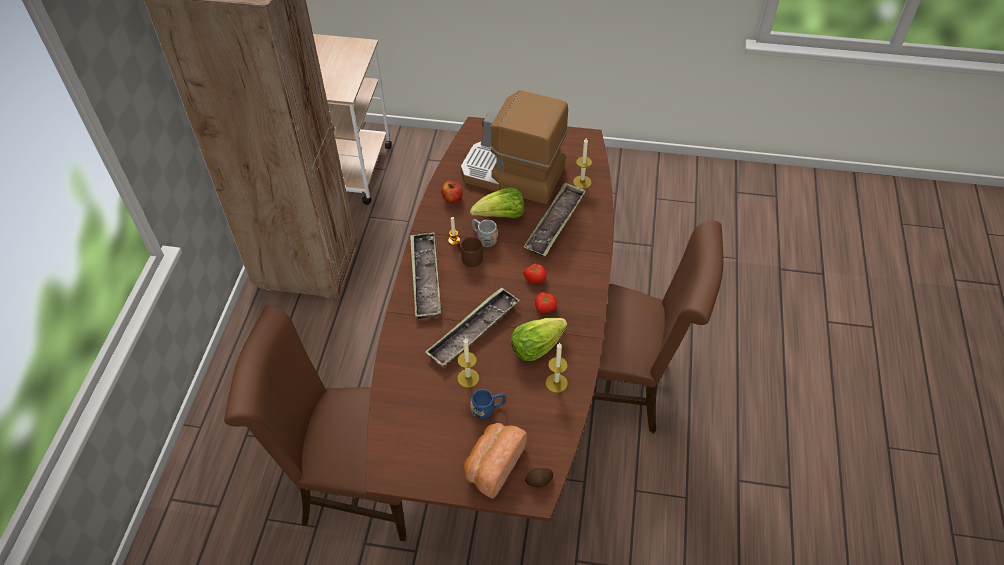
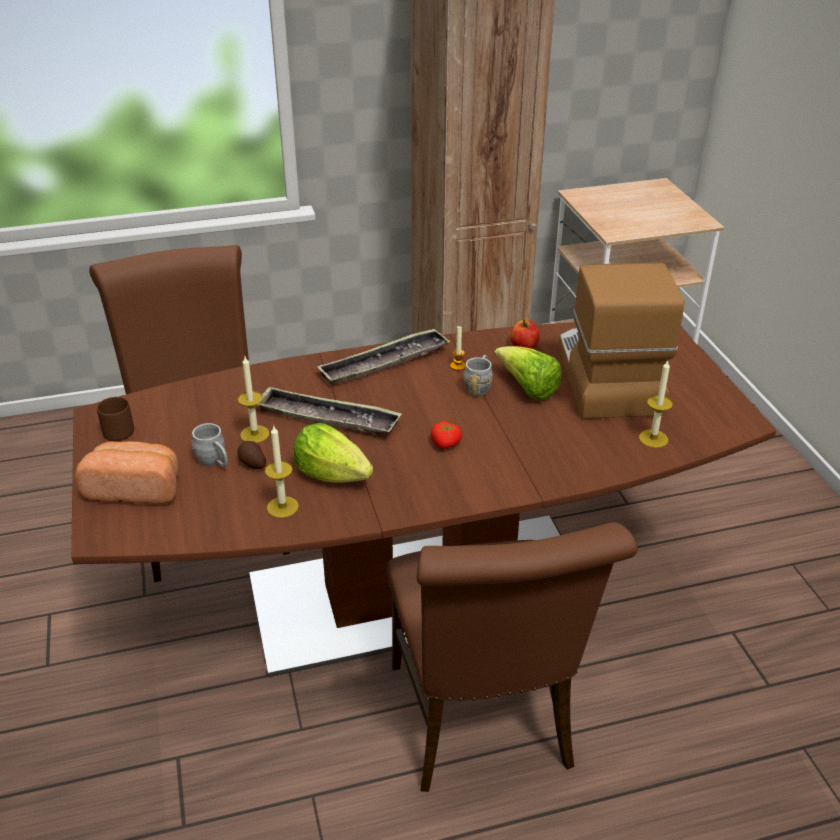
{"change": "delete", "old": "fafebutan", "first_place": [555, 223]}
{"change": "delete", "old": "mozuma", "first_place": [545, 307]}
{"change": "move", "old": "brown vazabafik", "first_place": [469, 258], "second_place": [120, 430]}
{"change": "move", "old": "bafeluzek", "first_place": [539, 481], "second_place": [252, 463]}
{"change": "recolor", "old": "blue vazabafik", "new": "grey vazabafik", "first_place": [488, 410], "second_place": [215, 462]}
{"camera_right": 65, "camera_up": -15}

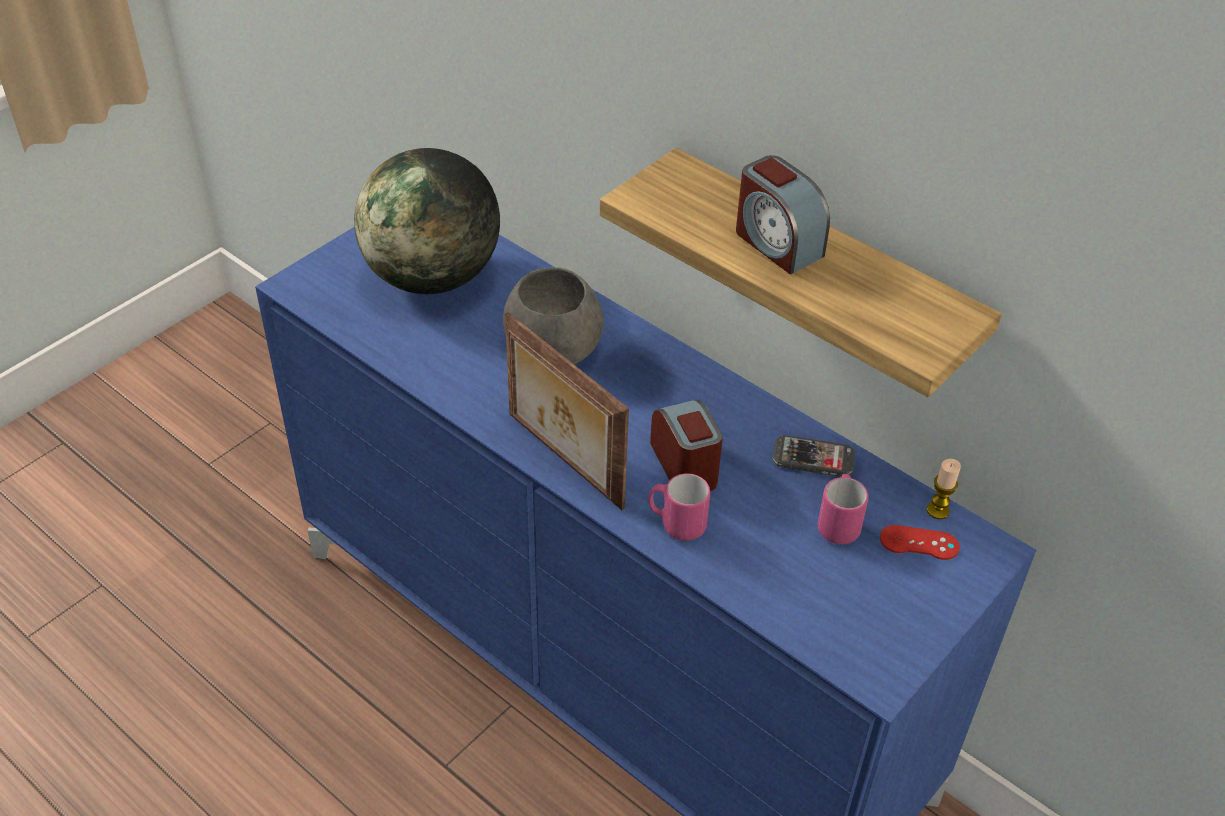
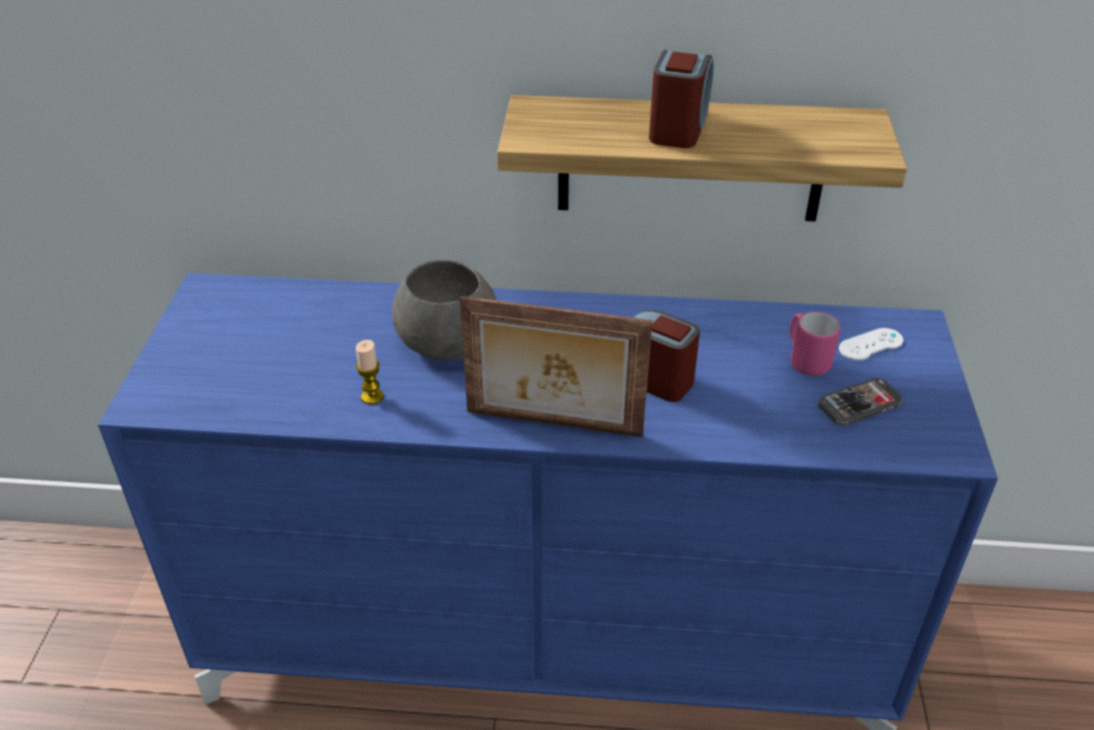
{"change": "delete", "old": "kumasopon", "first_place": [432, 277]}
{"change": "delete", "old": "pink vazabafik", "first_place": [676, 524]}
{"change": "move", "old": "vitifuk", "first_place": [813, 458], "second_place": [859, 404]}
{"change": "move", "old": "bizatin", "first_place": [938, 510], "second_place": [372, 396]}
{"change": "recolor", "old": "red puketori", "new": "white puketori", "first_place": [919, 543], "second_place": [870, 345]}
{"change": "rotate", "old": "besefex", "first_place": [777, 243], "second_place": [678, 127], "degrees": -90}
{"camera_right": -35, "camera_up": -5}

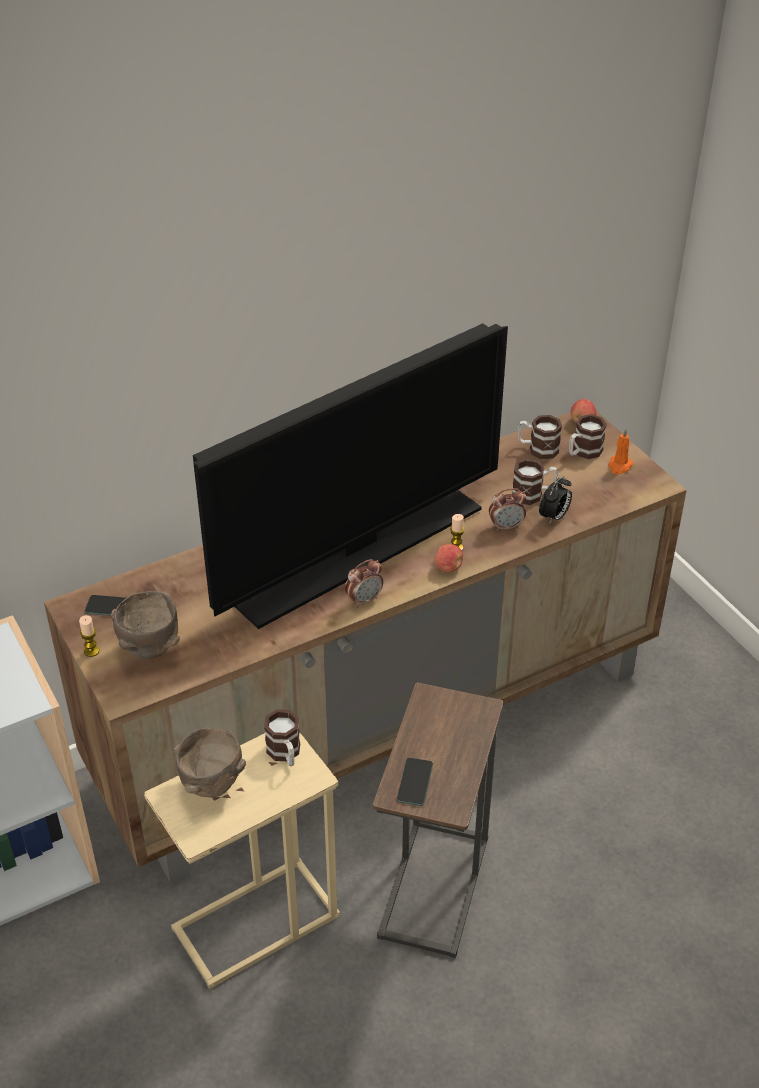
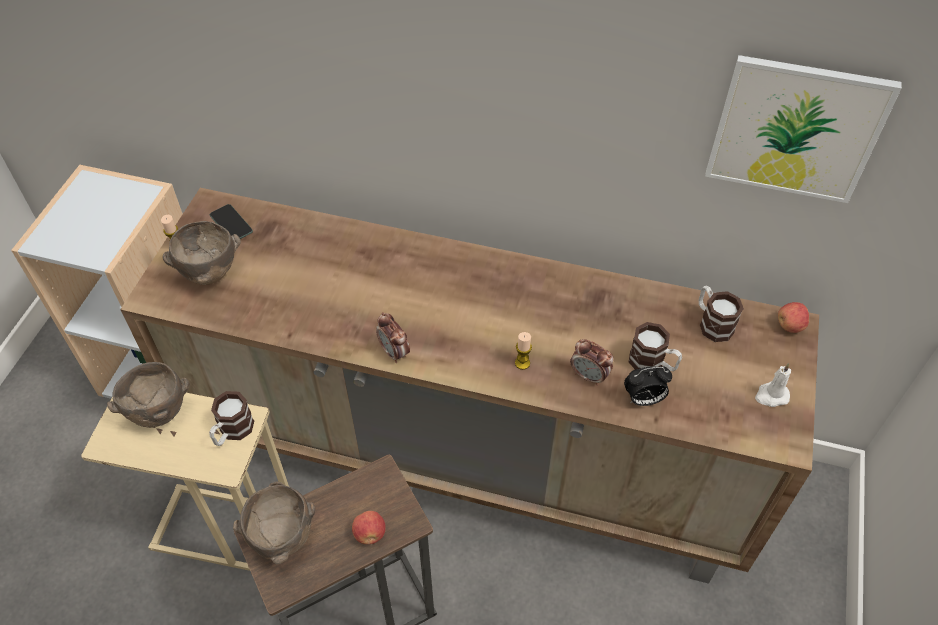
{"change": "delete", "old": "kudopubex", "first_place": [359, 553]}
{"change": "delete", "old": "vazabafik", "first_place": [583, 452]}
{"change": "insert", "new": "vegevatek", "second_place": [796, 129]}
{"change": "move", "old": "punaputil", "first_place": [448, 567], "second_place": [370, 534]}
{"change": "replace", "old": "vitifuk", "new": "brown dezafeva", "first_place": [415, 782], "second_place": [282, 539]}
{"change": "recolor", "old": "orange bizatin", "new": "white bizatin", "first_place": [619, 466], "second_place": [771, 396]}
{"change": "rotate", "old": "besefex", "first_place": [364, 600], "second_place": [394, 352], "degrees": 45}
{"camera_right": 45, "camera_up": 10}

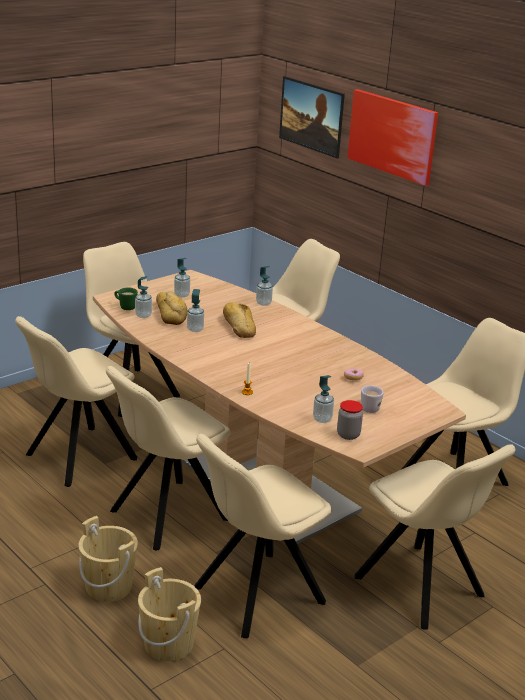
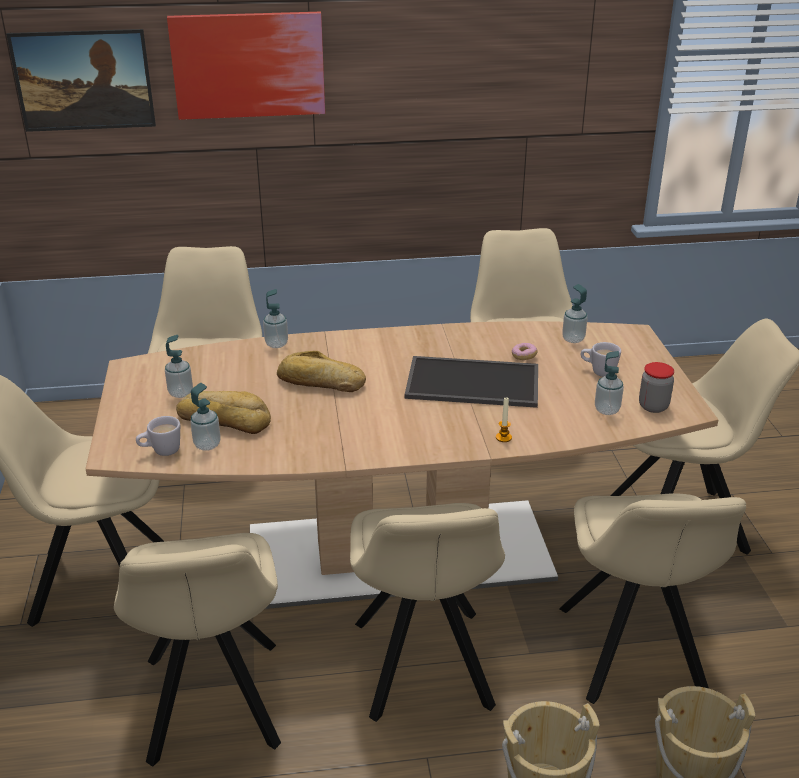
{"change": "insert", "new": "fafebutan", "second_place": [471, 383]}
{"change": "move", "old": "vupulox", "first_place": [195, 329], "second_place": [573, 339]}
{"change": "recolor", "old": "green vazabafik", "new": "white vazabafik", "first_place": [125, 307], "second_place": [161, 451]}
{"camera_right": -55, "camera_up": 5}

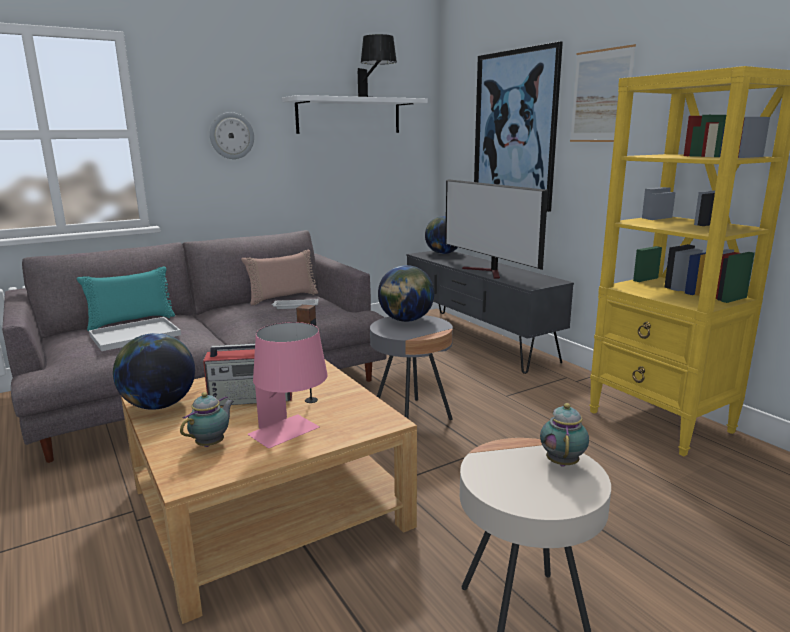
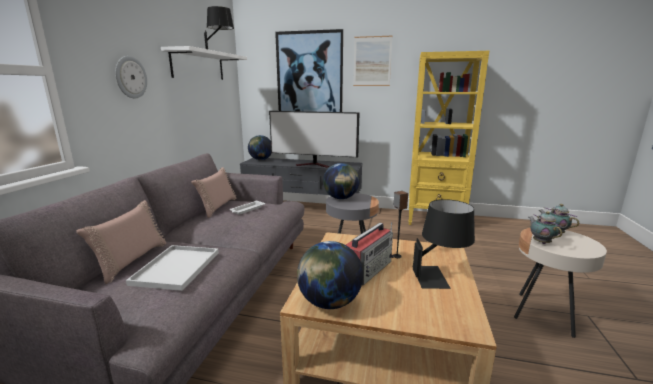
{"change": "move", "old": "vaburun", "first_place": [212, 444], "second_place": [540, 242]}
{"change": "recolor", "old": "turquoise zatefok", "new": "beige zatefok", "first_place": [131, 322], "second_place": [132, 261]}
{"change": "recolor", "old": "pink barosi", "new": "black barosi", "first_place": [292, 435], "second_place": [439, 276]}
{"camera_right": -45, "camera_up": 0}

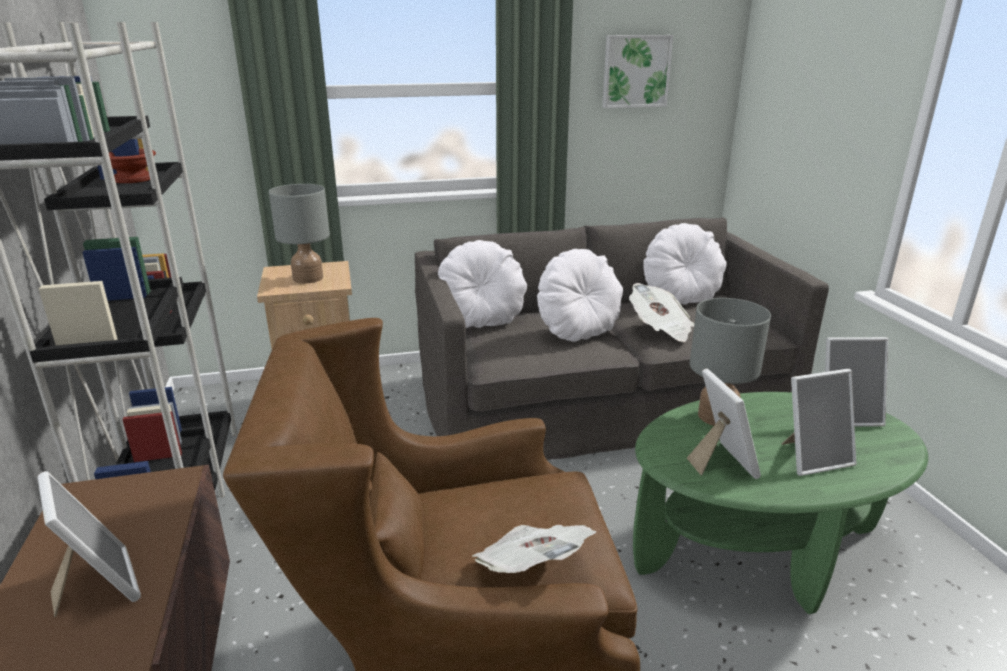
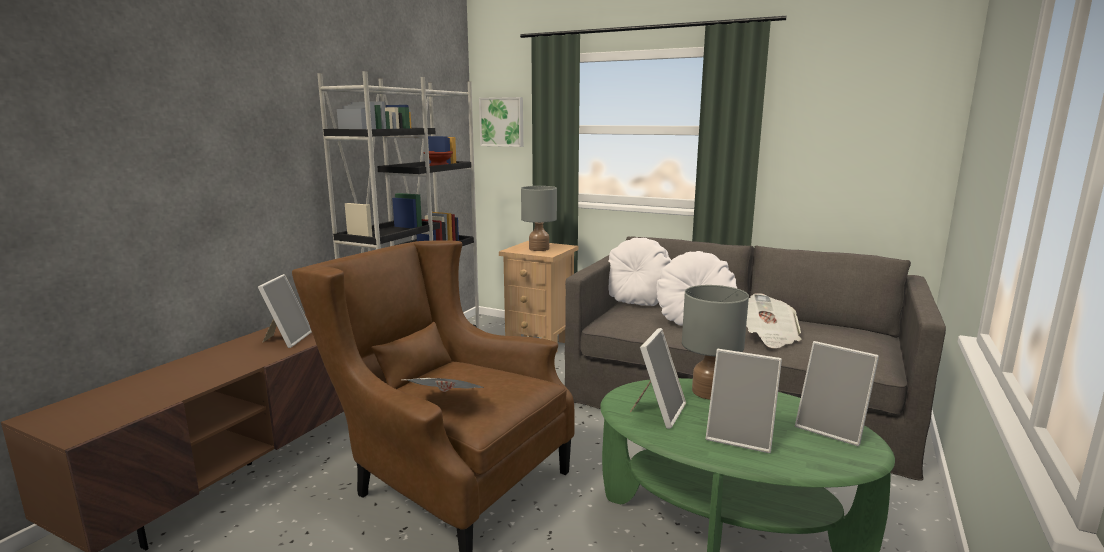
{"change": "delete", "old": "white zatefok", "first_place": [680, 300]}
{"change": "move", "old": "vegevatek", "first_place": [635, 71], "second_place": [502, 122]}
{"camera_right": 40, "camera_up": -10}

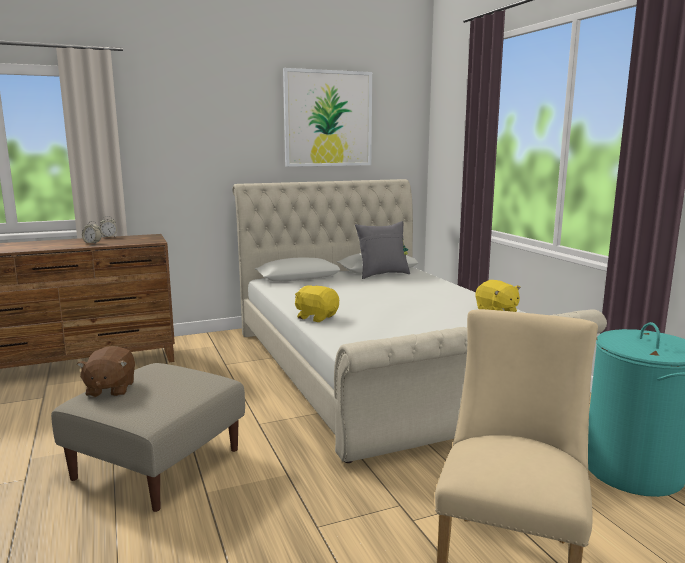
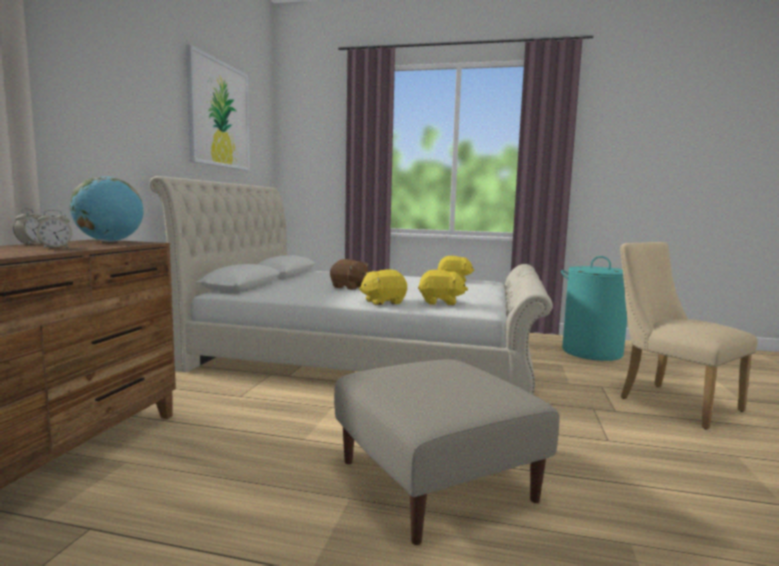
{"change": "delete", "old": "grey zatefok", "first_place": [382, 275]}
{"change": "insert", "new": "kumasopon", "second_place": [110, 241]}
{"change": "insert", "new": "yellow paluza", "second_place": [440, 302]}
{"change": "move", "old": "brown paluza", "first_place": [110, 389], "second_place": [349, 287]}
{"camera_right": -55, "camera_up": -5}

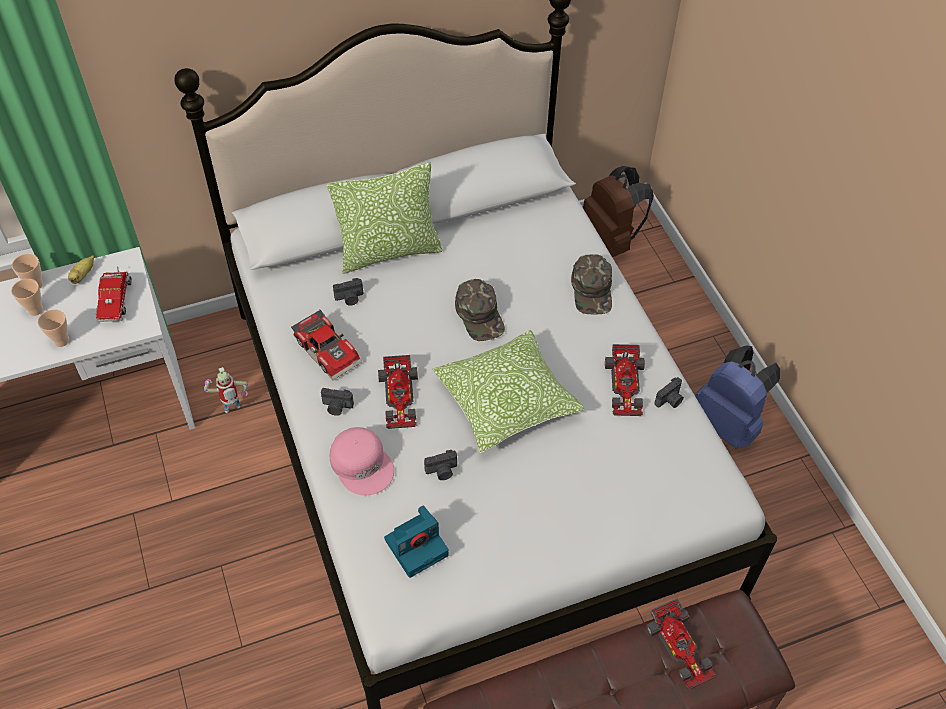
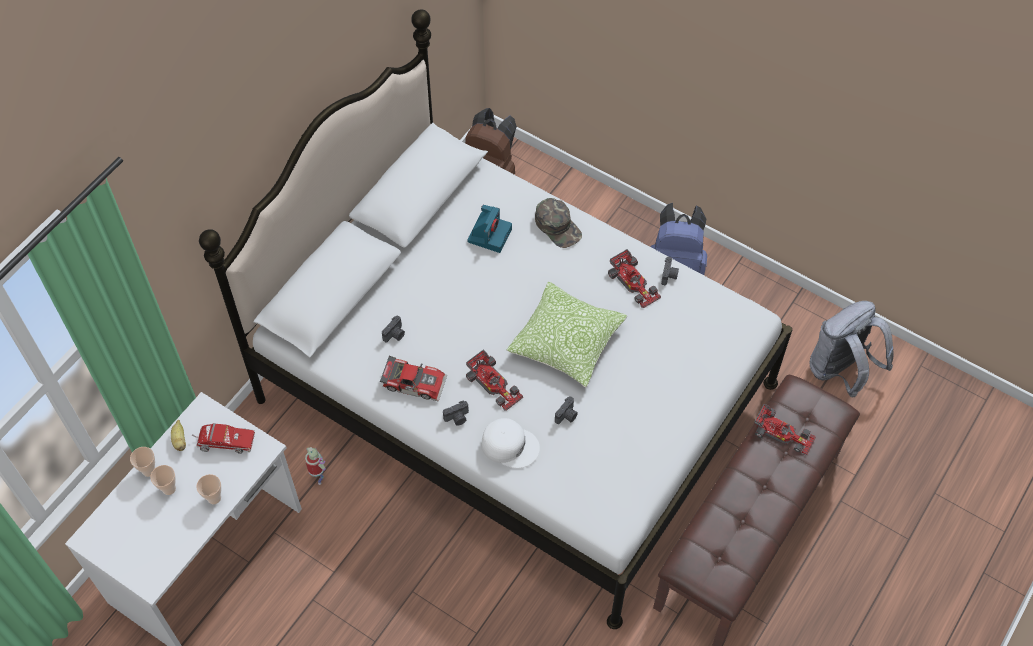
{"change": "delete", "old": "zatefok", "first_place": [389, 251]}
{"change": "delete", "old": "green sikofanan", "first_place": [480, 315]}
{"change": "insert", "new": "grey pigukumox", "second_place": [840, 371]}
{"change": "move", "old": "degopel", "first_place": [417, 546], "second_place": [489, 234]}
{"change": "recolor", "old": "pink sikofanan", "new": "white sikofanan", "first_place": [362, 464], "second_place": [510, 445]}
{"change": "rotate", "old": "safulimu", "first_place": [115, 299], "second_place": [224, 442], "degrees": -45}
{"change": "rotate", "old": "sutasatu", "first_place": [233, 411], "second_place": [319, 478], "degrees": -60}
{"camera_right": -35, "camera_up": 5}

